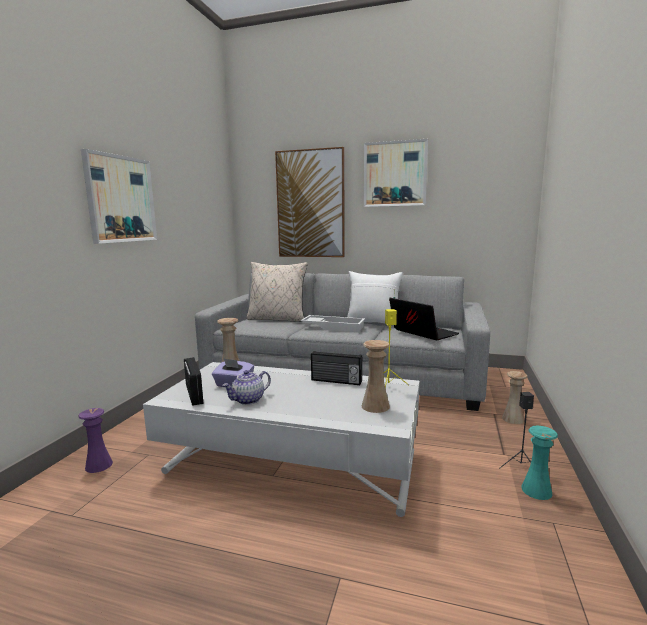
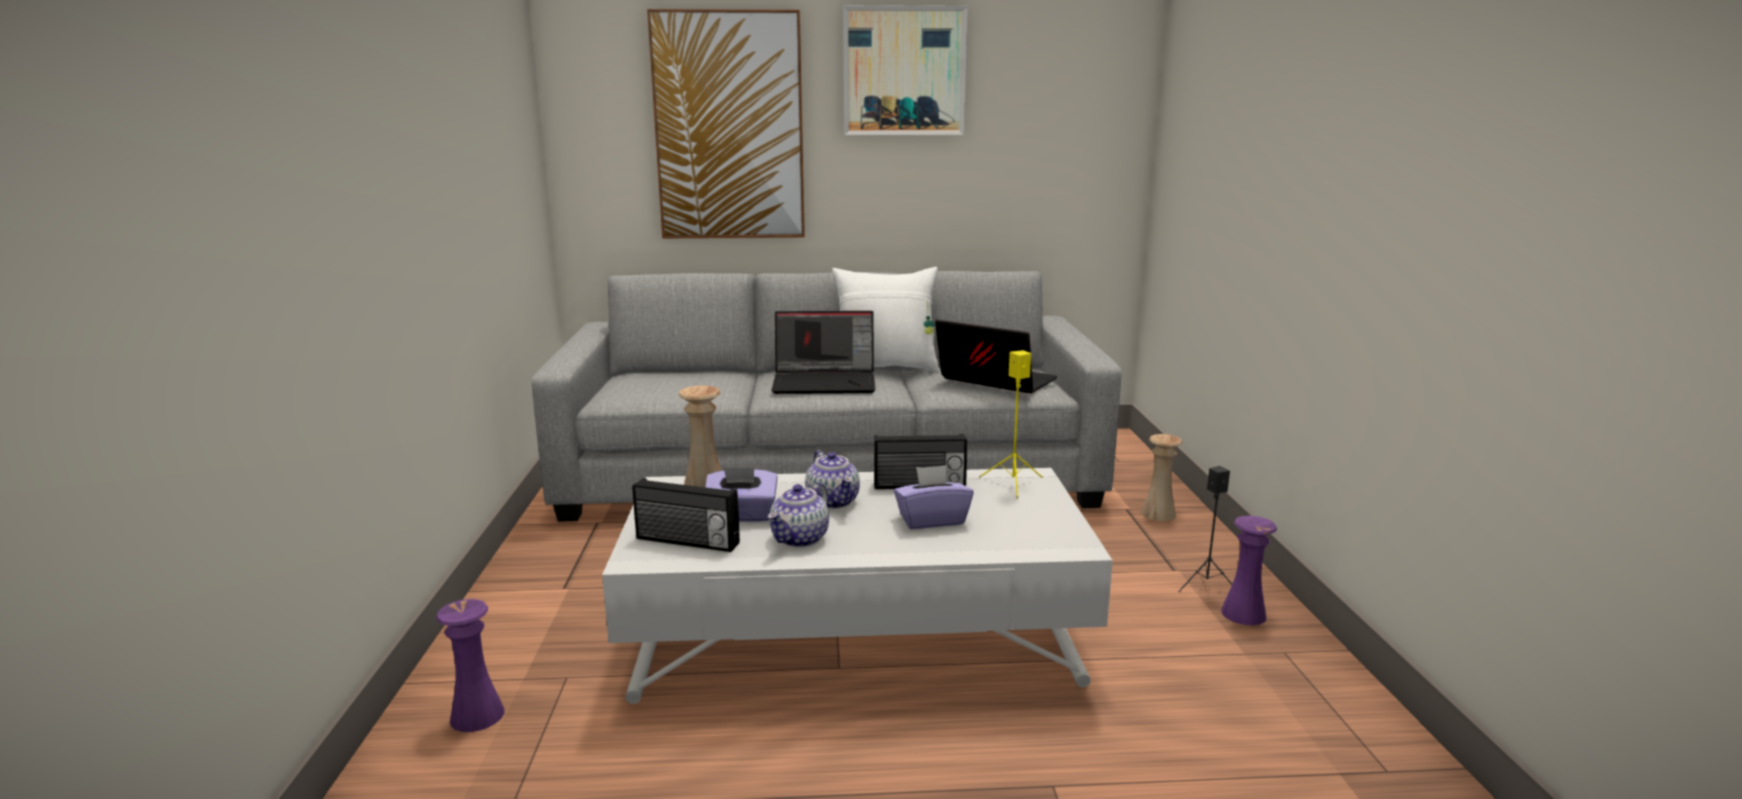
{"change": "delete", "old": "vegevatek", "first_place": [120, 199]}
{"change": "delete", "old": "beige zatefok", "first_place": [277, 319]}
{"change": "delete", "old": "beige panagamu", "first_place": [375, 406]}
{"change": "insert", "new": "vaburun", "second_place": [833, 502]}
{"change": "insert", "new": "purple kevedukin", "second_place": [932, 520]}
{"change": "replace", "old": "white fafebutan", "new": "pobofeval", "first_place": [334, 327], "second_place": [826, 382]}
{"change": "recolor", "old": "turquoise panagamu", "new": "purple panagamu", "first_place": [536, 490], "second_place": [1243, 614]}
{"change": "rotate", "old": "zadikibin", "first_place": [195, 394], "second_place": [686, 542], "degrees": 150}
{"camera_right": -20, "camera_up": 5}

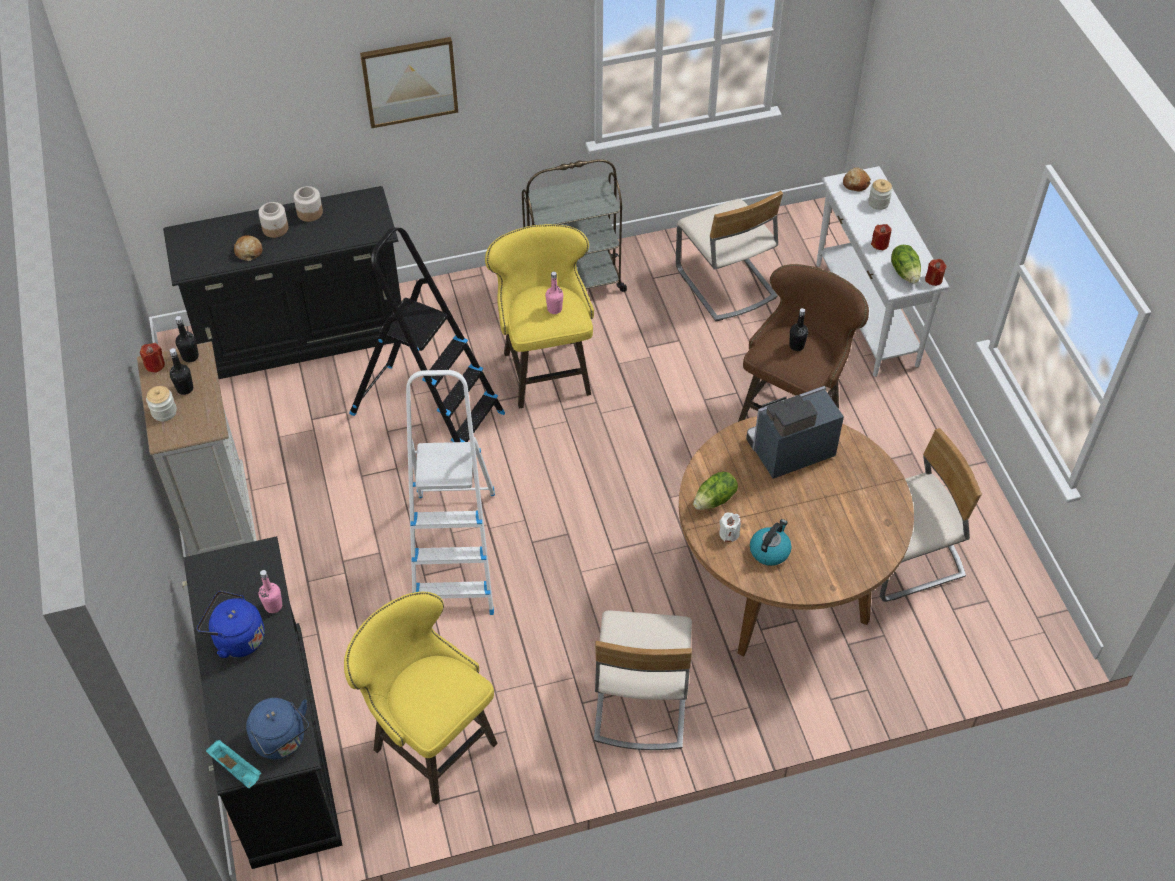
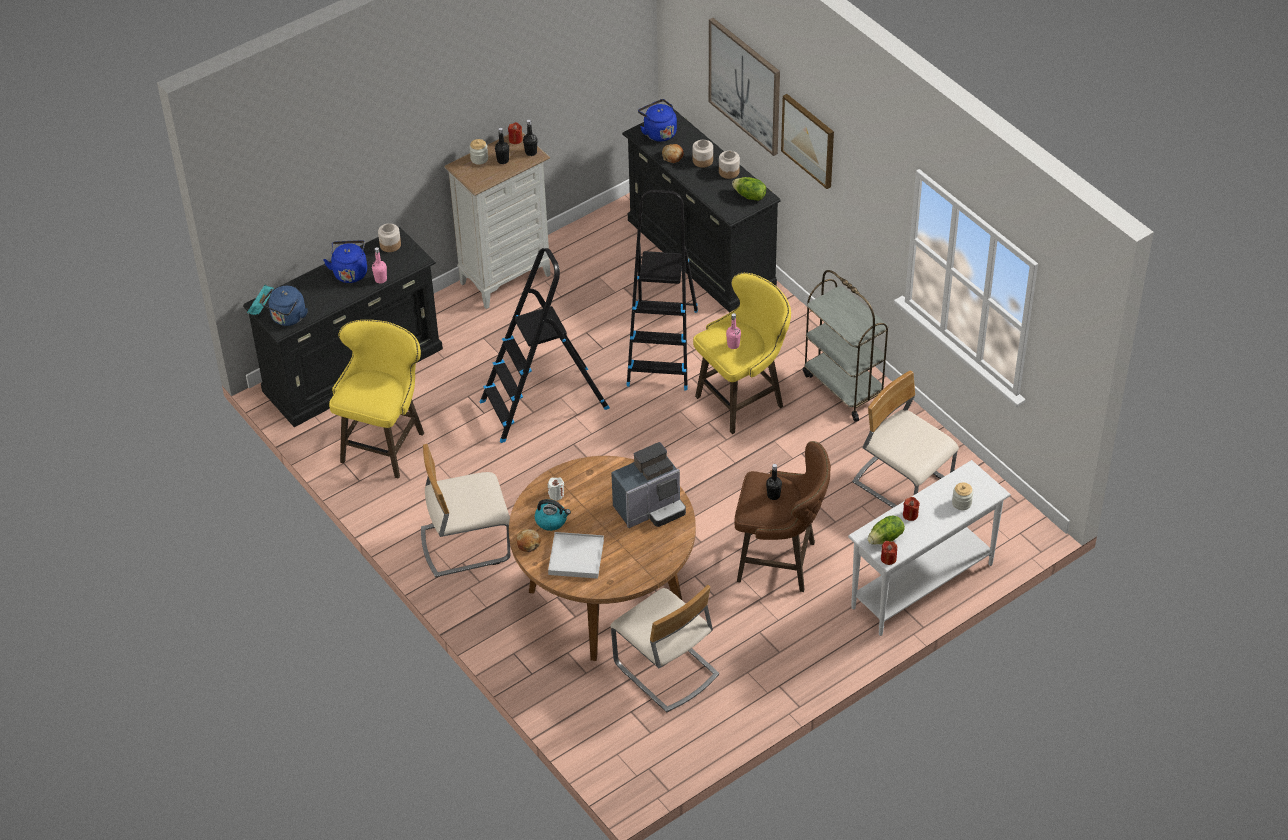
{"change": "insert", "new": "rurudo", "second_place": [390, 245]}
{"change": "insert", "new": "white fafebutan", "second_place": [576, 557]}
{"change": "insert", "new": "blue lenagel", "second_place": [658, 132]}
{"change": "insert", "new": "vegevatek", "second_place": [745, 85]}
{"change": "move", "old": "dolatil", "first_place": [715, 500], "second_place": [749, 196]}
{"change": "move", "old": "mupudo", "first_place": [855, 183], "second_place": [528, 543]}
{"change": "recolor", "old": "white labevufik", "new": "black labevufik", "first_place": [455, 553], "second_place": [543, 405]}
{"change": "rotate", "old": "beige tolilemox", "first_place": [725, 283], "second_place": [902, 482], "degrees": 90}
{"change": "rotate", "old": "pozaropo", "first_place": [788, 451], "second_place": [650, 509], "degrees": 105}
{"camera_right": 70, "camera_up": -5}

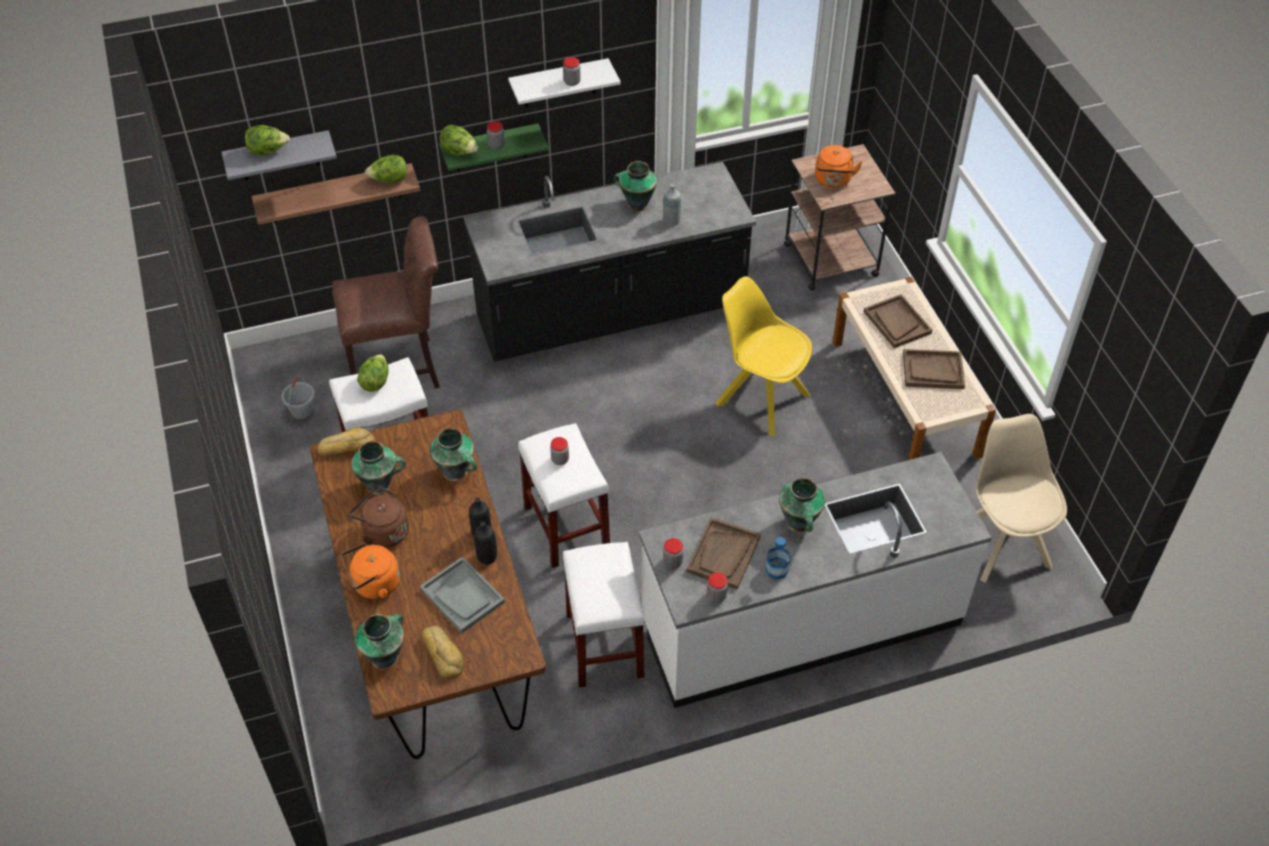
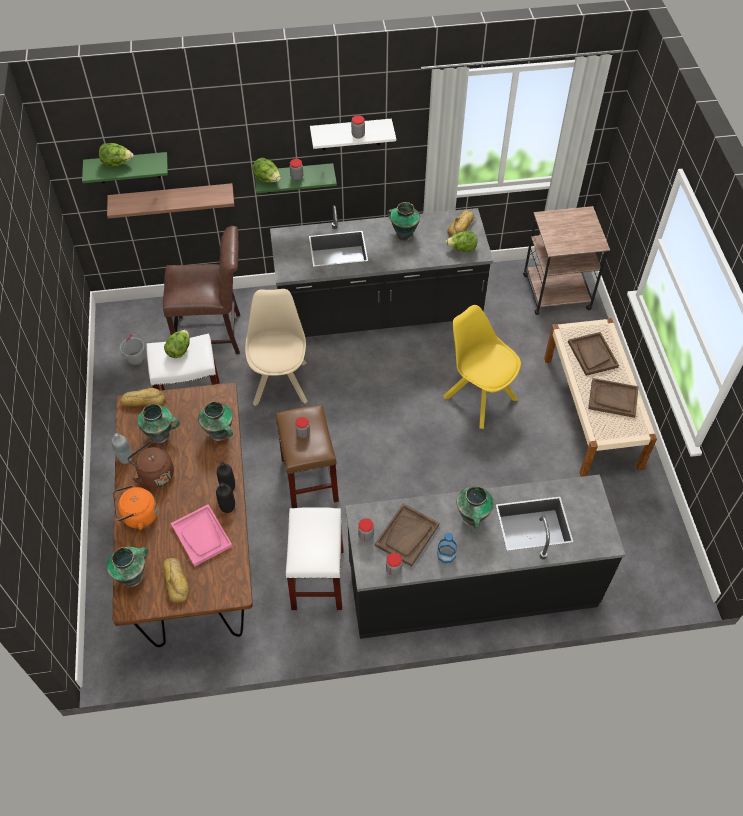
{"change": "delete", "old": "orange lenagel", "first_place": [833, 181]}
{"change": "insert", "new": "mupudo", "second_place": [462, 227]}
{"change": "move", "old": "dolatil", "first_place": [389, 180], "second_place": [461, 249]}
{"change": "move", "old": "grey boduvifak", "first_place": [671, 221], "second_place": [125, 458]}
{"change": "move", "old": "beige tolilemox", "first_place": [1002, 542], "second_place": [280, 381]}
{"change": "recolor", "old": "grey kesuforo", "new": "green kesuforo", "first_place": [279, 156], "second_place": [128, 167]}
{"change": "recolor", "old": "grey fafebutan", "new": "pink fafebutan", "first_place": [462, 596], "second_place": [202, 536]}
{"change": "recolor", "old": "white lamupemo", "new": "brown lamupemo", "first_place": [567, 528], "second_place": [310, 480]}
{"change": "recolor", "old": "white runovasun", "new": "black runovasun", "first_place": [800, 622], "second_place": [471, 585]}
{"camera_right": 10, "camera_up": 5}

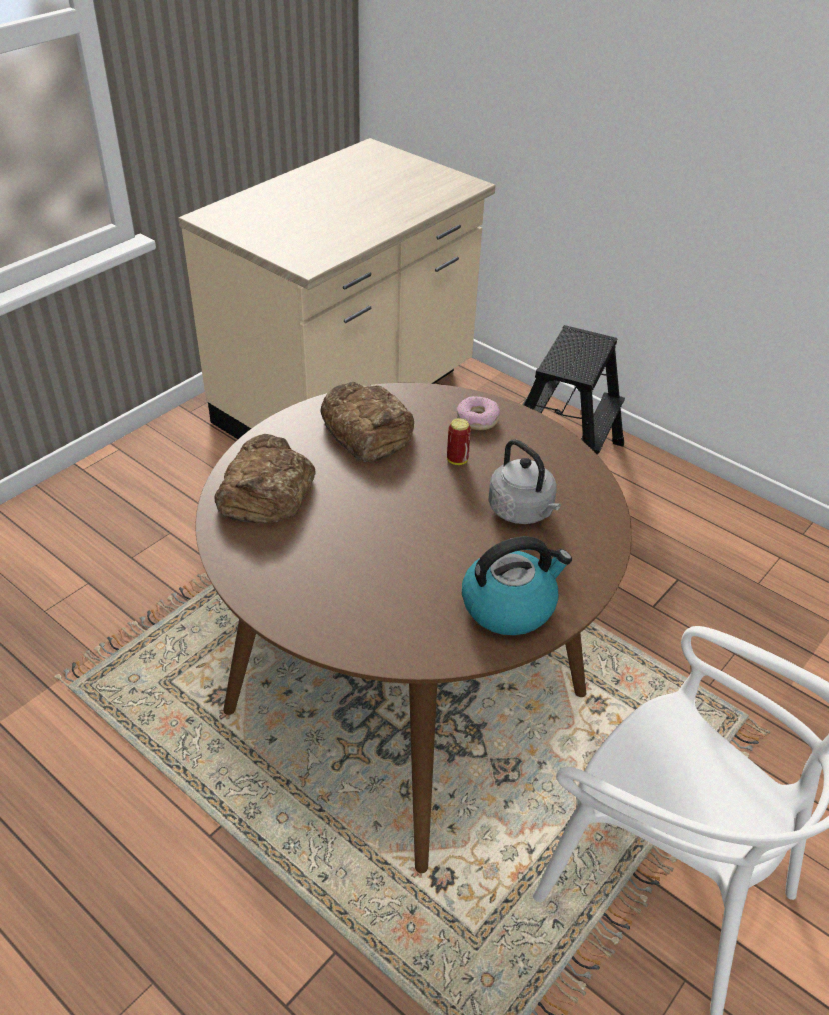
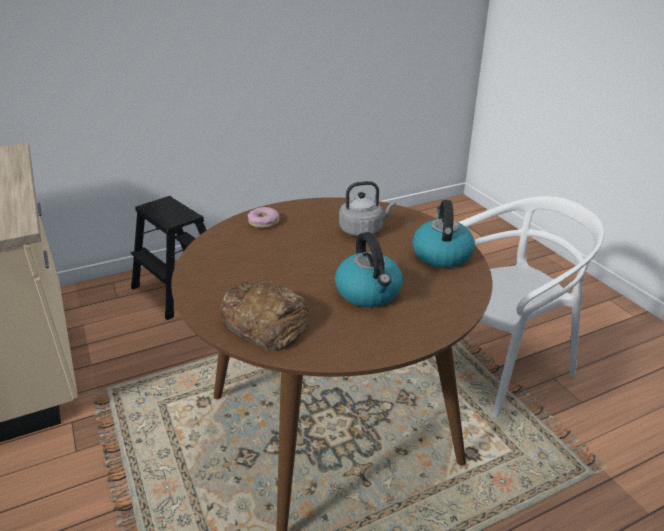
{"change": "delete", "old": "mupudo", "first_place": [367, 430]}
{"change": "delete", "old": "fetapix", "first_place": [457, 460]}
{"change": "insert", "new": "lenagel", "second_place": [369, 292]}
{"camera_right": -65, "camera_up": -10}

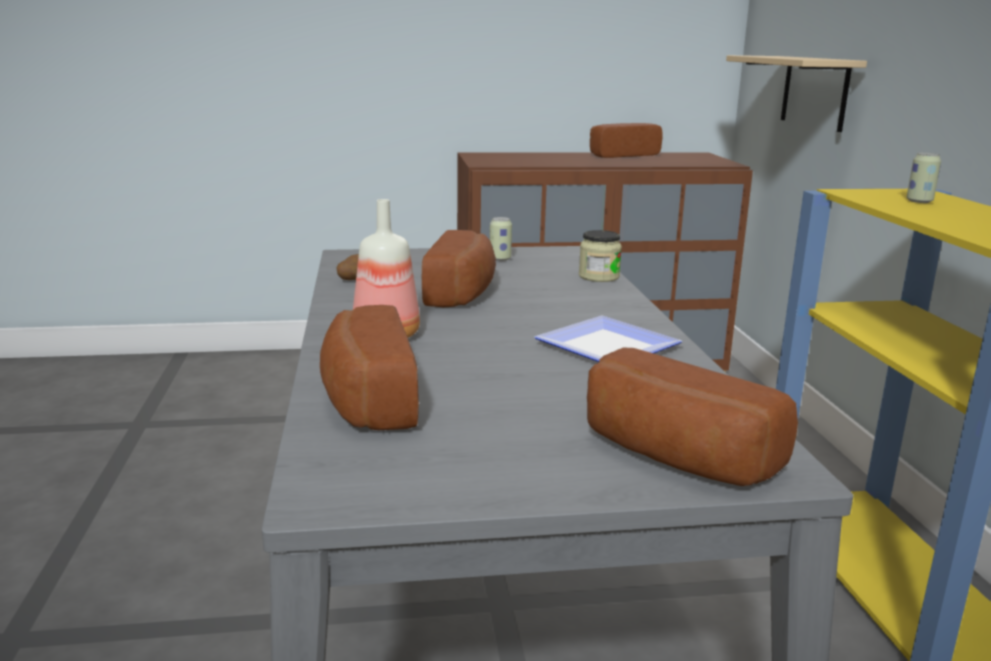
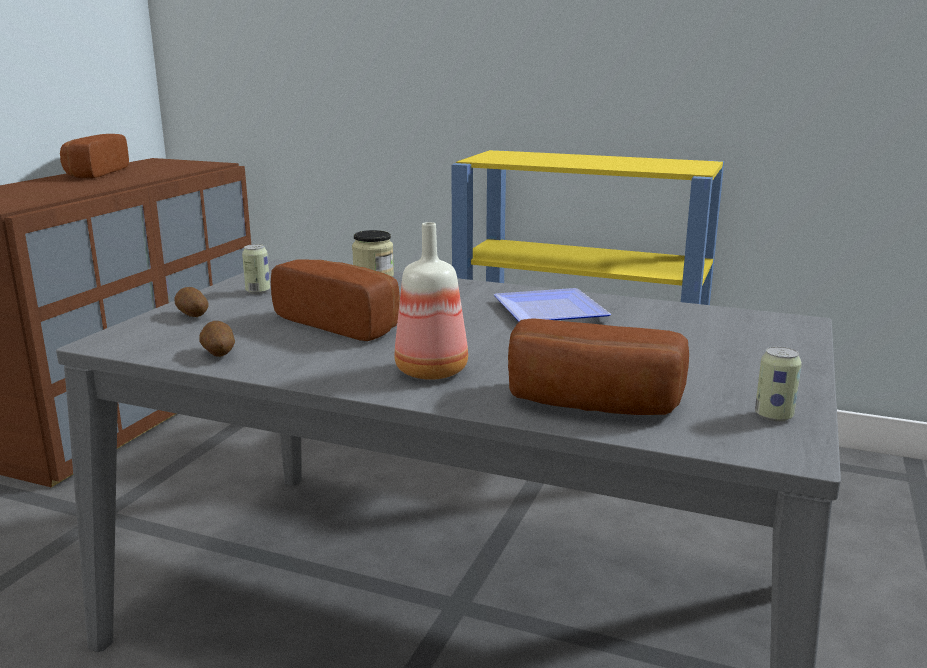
{"change": "delete", "old": "mupudo", "first_place": [672, 457]}
{"change": "delete", "old": "beige kesuforo", "first_place": [814, 92]}
{"change": "insert", "new": "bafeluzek", "second_place": [192, 316]}
{"change": "move", "old": "fetapix", "first_place": [919, 201], "second_place": [773, 416]}
{"camera_right": -60, "camera_up": 0}

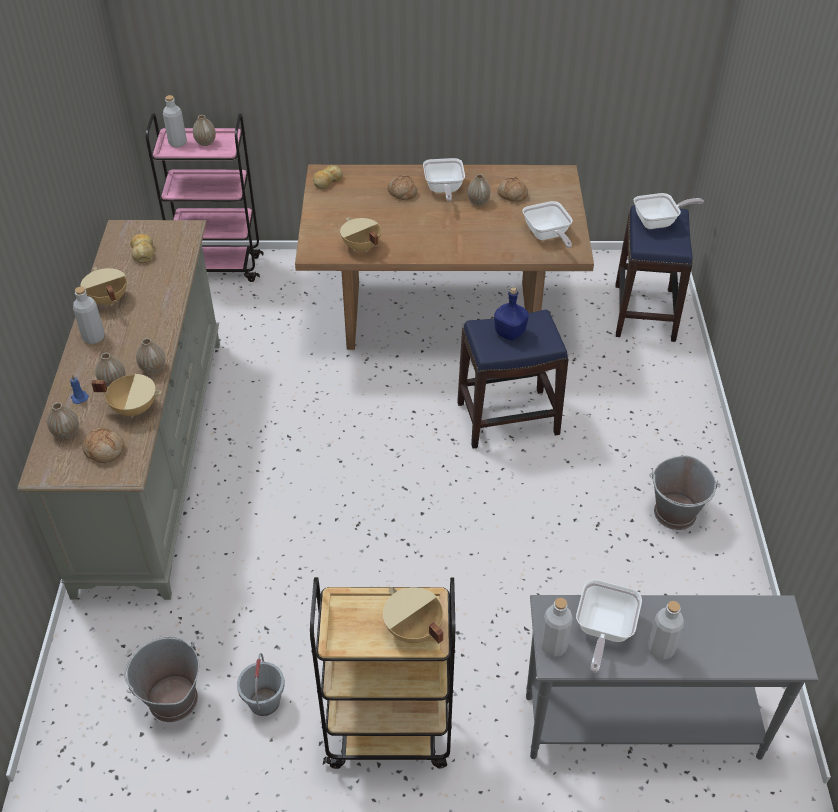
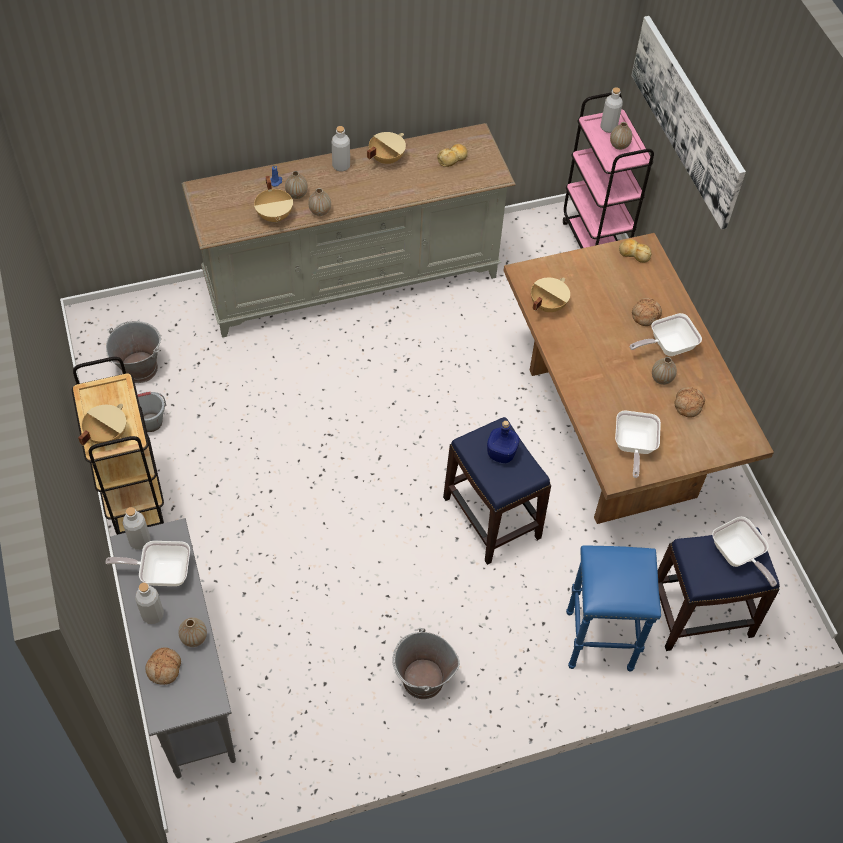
{"change": "insert", "new": "blue lamupemo", "second_place": [600, 638]}
{"change": "insert", "new": "vegevatek", "second_place": [687, 119]}
{"change": "move", "old": "panagamu", "first_place": [66, 433], "second_place": [194, 638]}
{"change": "move", "old": "mupudo", "first_place": [105, 450], "second_place": [165, 668]}
{"change": "rotate", "old": "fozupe", "first_place": [547, 236], "second_place": [633, 447], "degrees": -45}
{"camera_right": 70, "camera_up": 10}

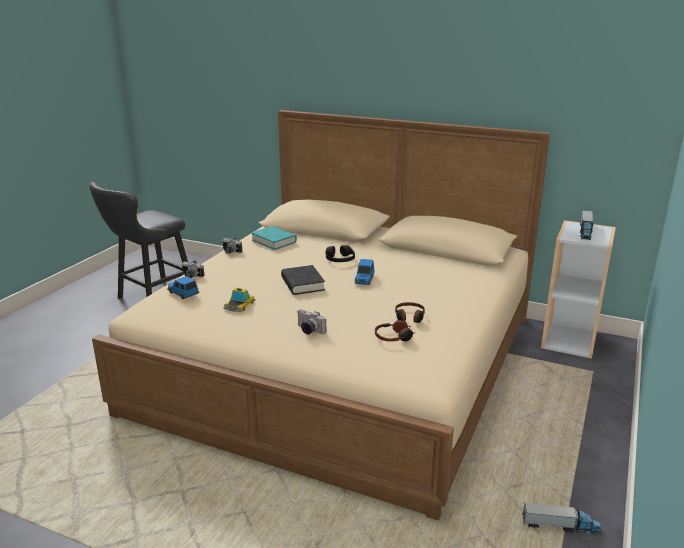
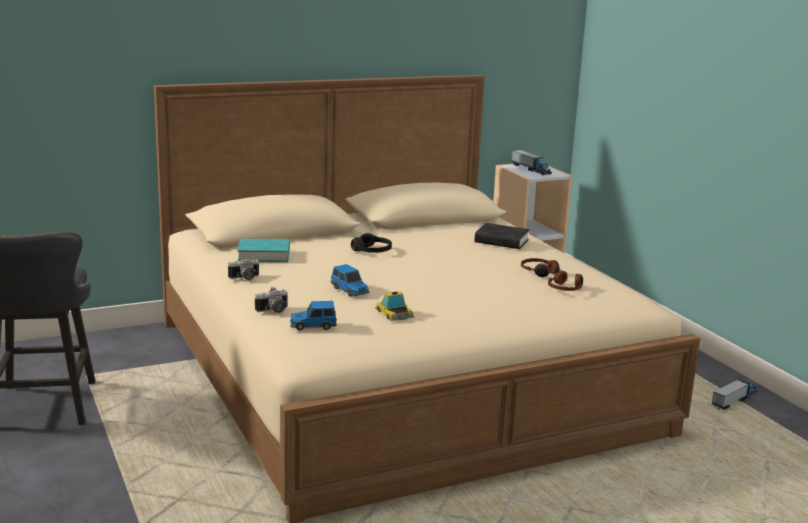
{"change": "delete", "old": "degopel", "first_place": [308, 330]}
{"change": "move", "old": "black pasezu", "first_place": [302, 284], "second_place": [501, 241]}
{"change": "move", "old": "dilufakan", "first_place": [364, 279], "second_place": [350, 290]}
{"camera_right": -50, "camera_up": -5}

